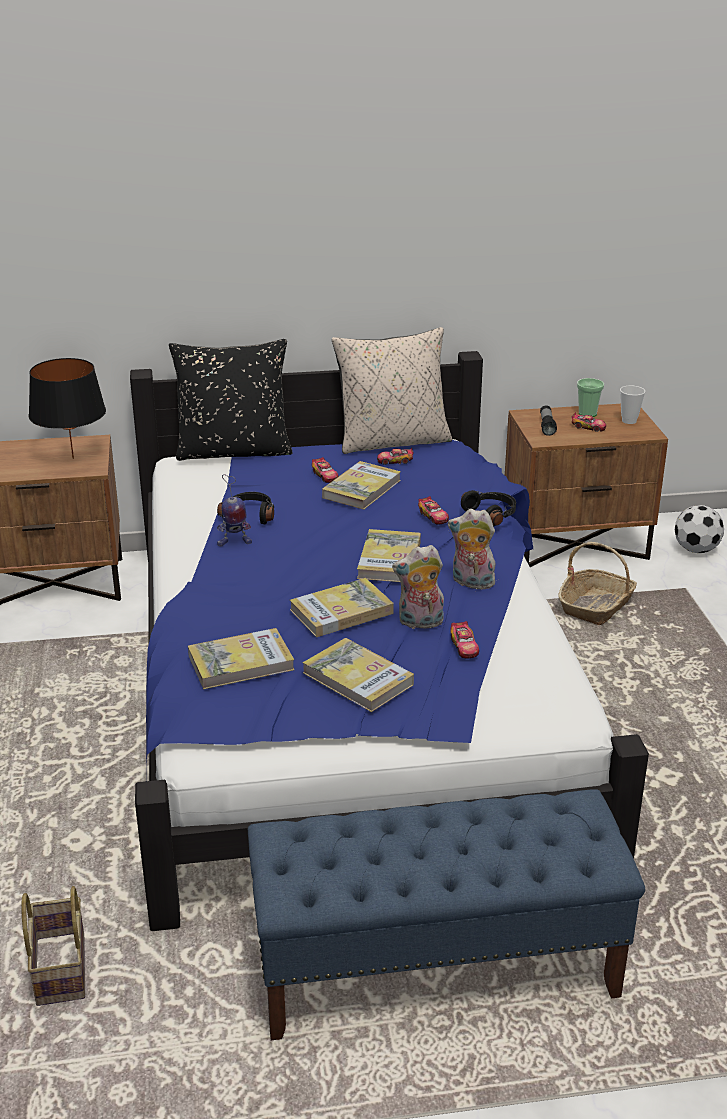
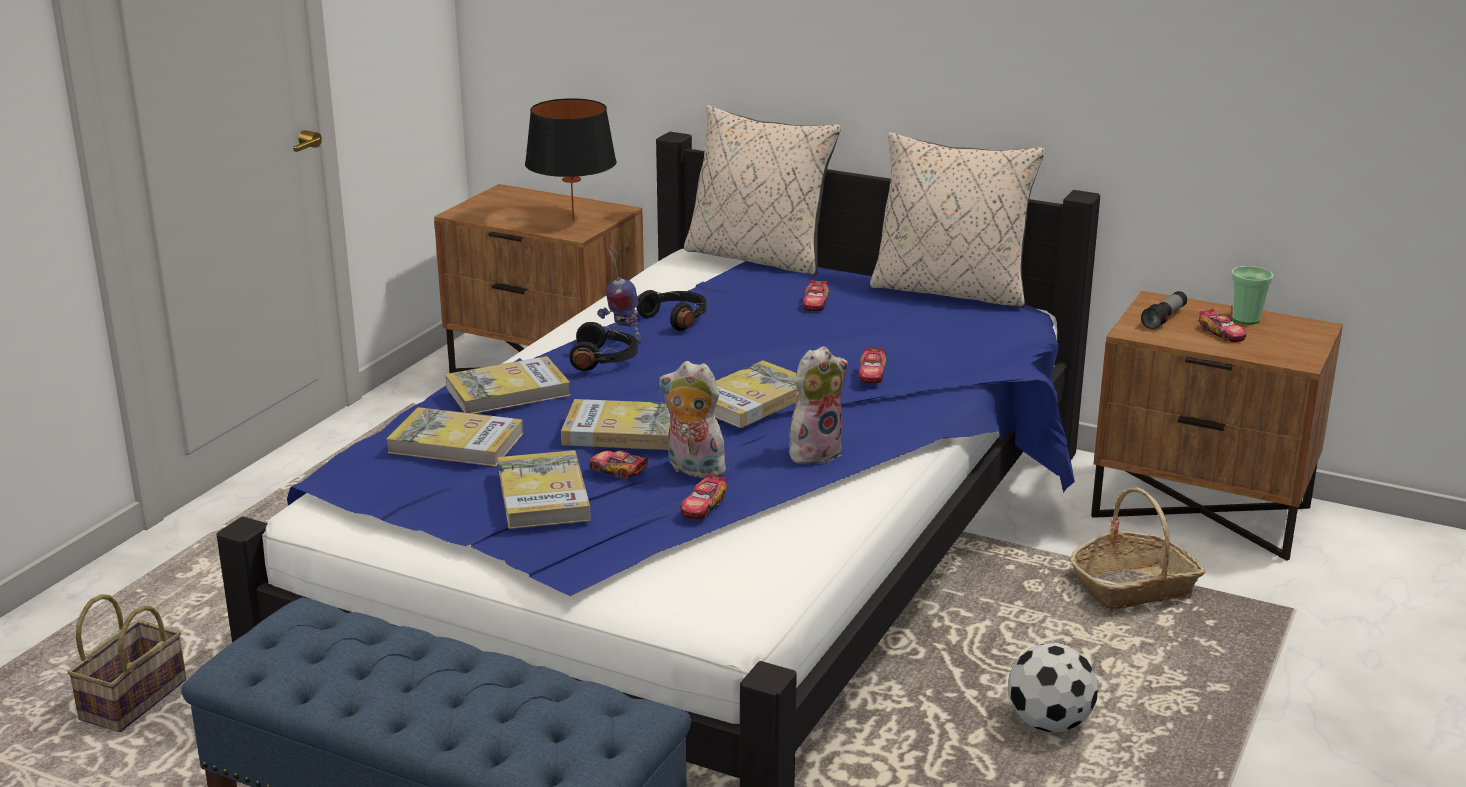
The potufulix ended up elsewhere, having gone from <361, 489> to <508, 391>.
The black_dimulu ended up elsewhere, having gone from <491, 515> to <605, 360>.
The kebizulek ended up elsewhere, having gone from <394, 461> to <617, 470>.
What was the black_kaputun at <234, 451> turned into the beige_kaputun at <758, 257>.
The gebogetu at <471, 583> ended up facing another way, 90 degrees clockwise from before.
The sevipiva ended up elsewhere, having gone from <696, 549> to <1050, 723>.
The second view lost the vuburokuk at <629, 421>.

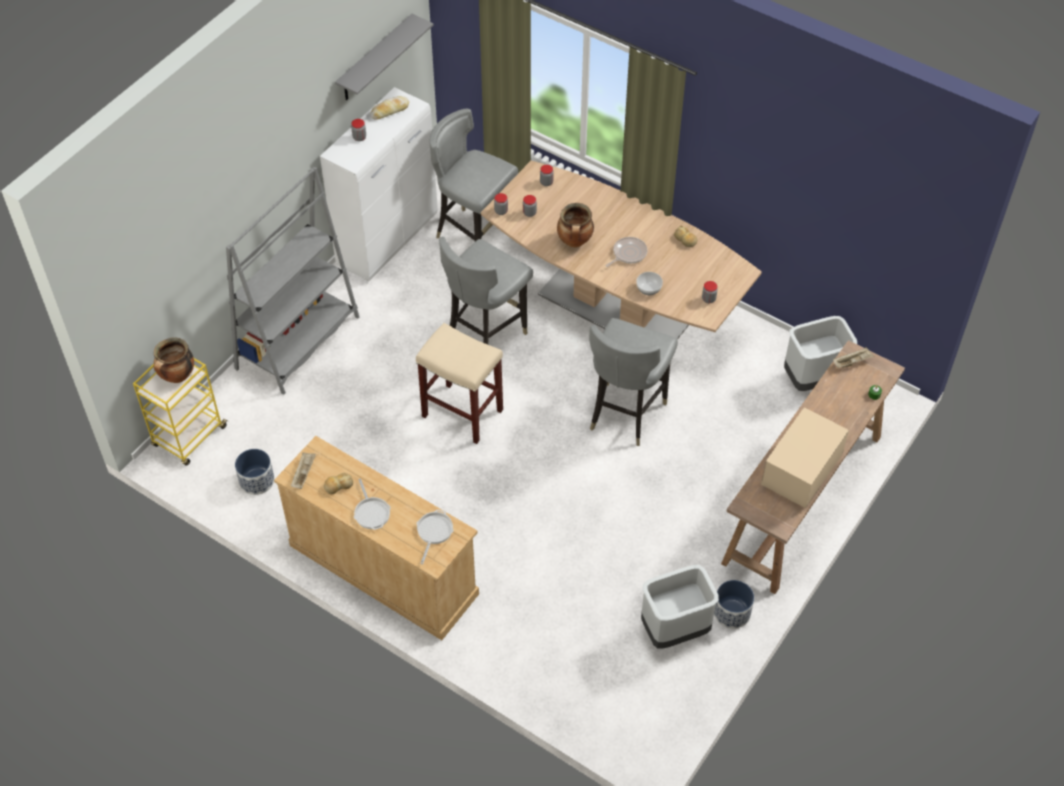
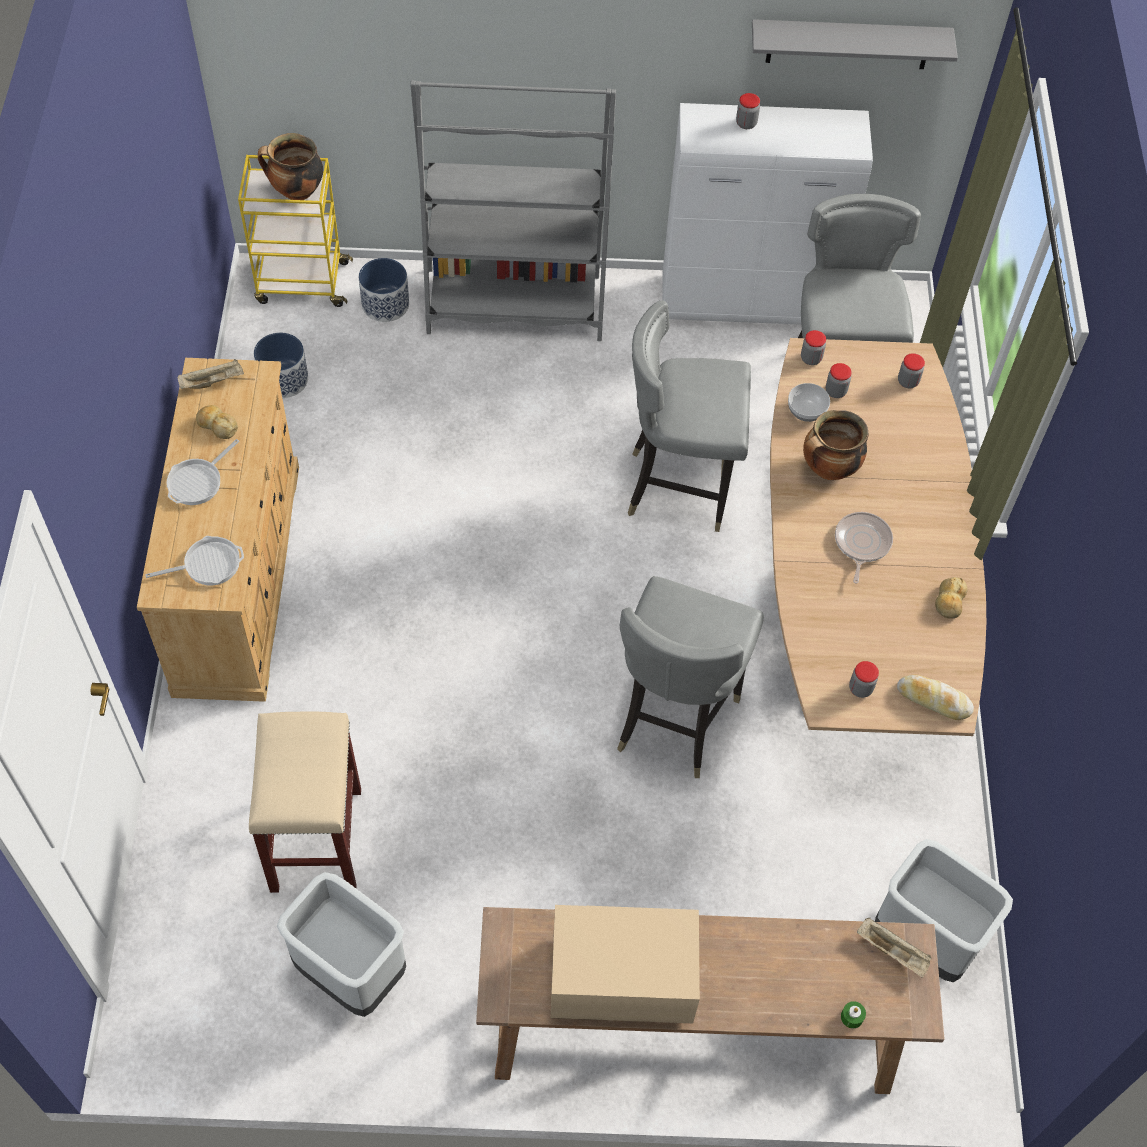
The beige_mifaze ended up elsewhere, having gone from <463, 413> to <317, 841>.
The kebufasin ended up elsewhere, having gone from <731, 612> to <386, 304>.
The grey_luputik at <625, 413> ended up facing another way, 60 degrees counterclockwise from before.
The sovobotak ended up elsewhere, having gone from <649, 289> to <806, 411>.
The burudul at <628, 253> ended up facing another way, 90 degrees counterclockwise from before.
The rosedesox ended up elsewhere, having gone from <390, 111> to <933, 700>.

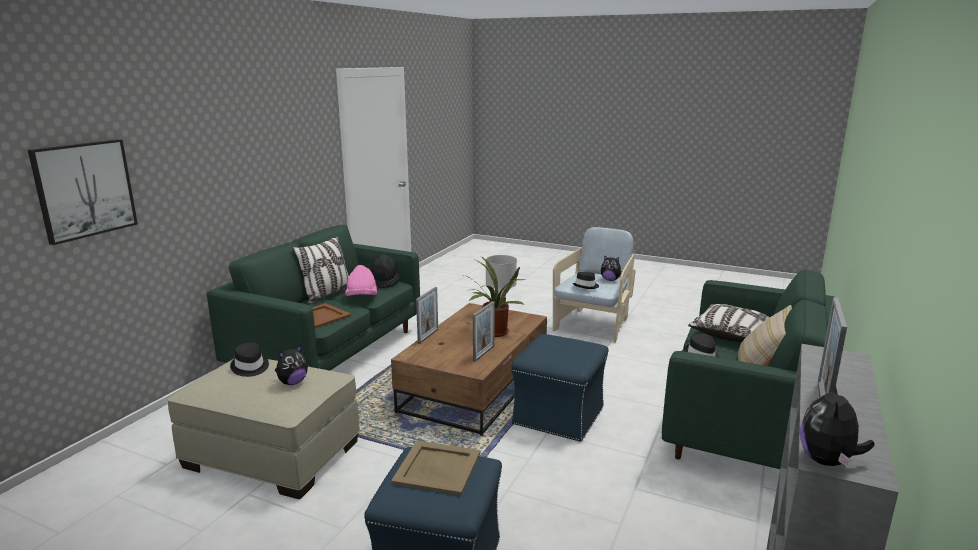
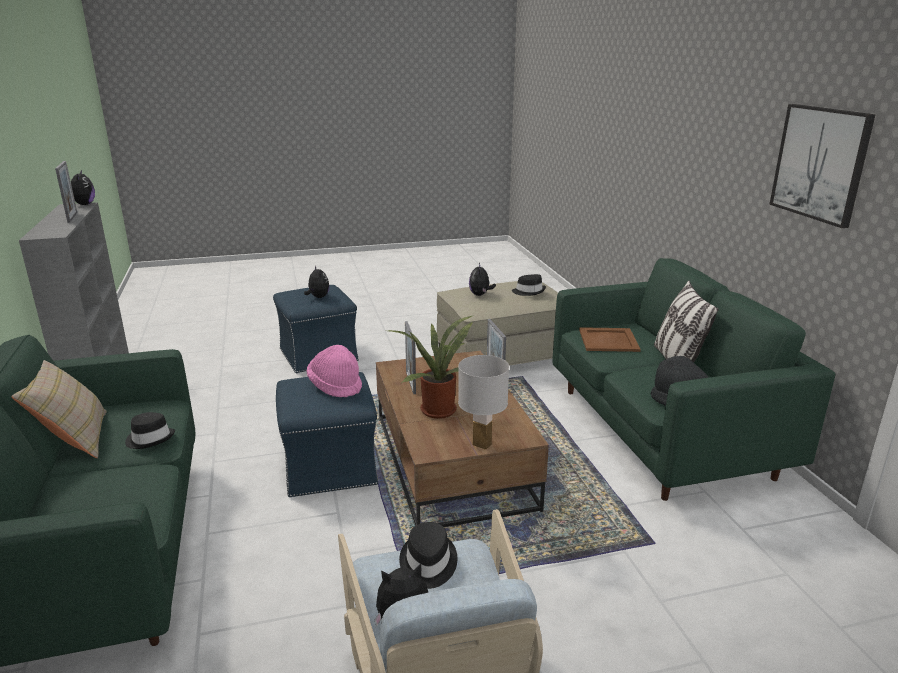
Where the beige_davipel stood at <438, 468>, the gebogetu came to stand at <318, 297>.
The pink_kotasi ended up elsewhere, having gone from <362, 298> to <335, 386>.
The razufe ended up elsewhere, having gone from <84, 189> to <820, 163>.
The second view lost the kaputun at <730, 333>.

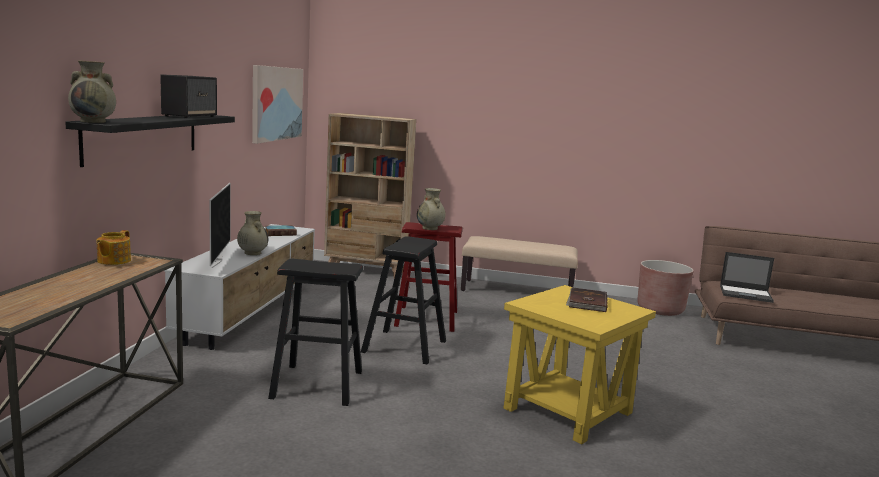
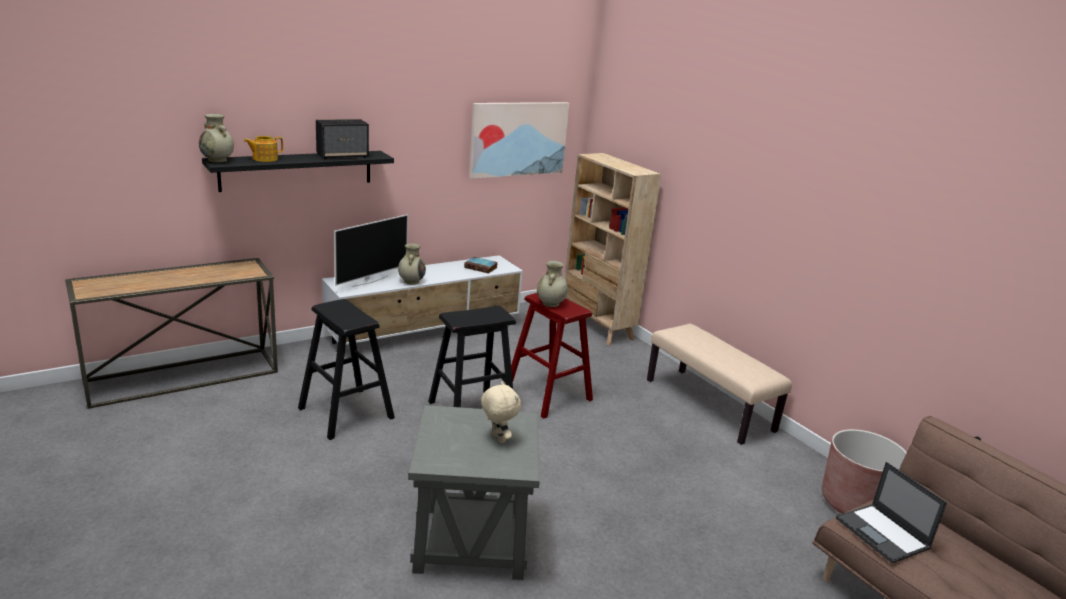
The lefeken ended up elsewhere, having gone from <113, 261> to <264, 159>.
What was the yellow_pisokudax at <568, 411> turned into the grey_pisokudax at <470, 541>.
Where the brown_potufulix stood at <586, 302>, the beige_gebogetu came to stand at <497, 439>.

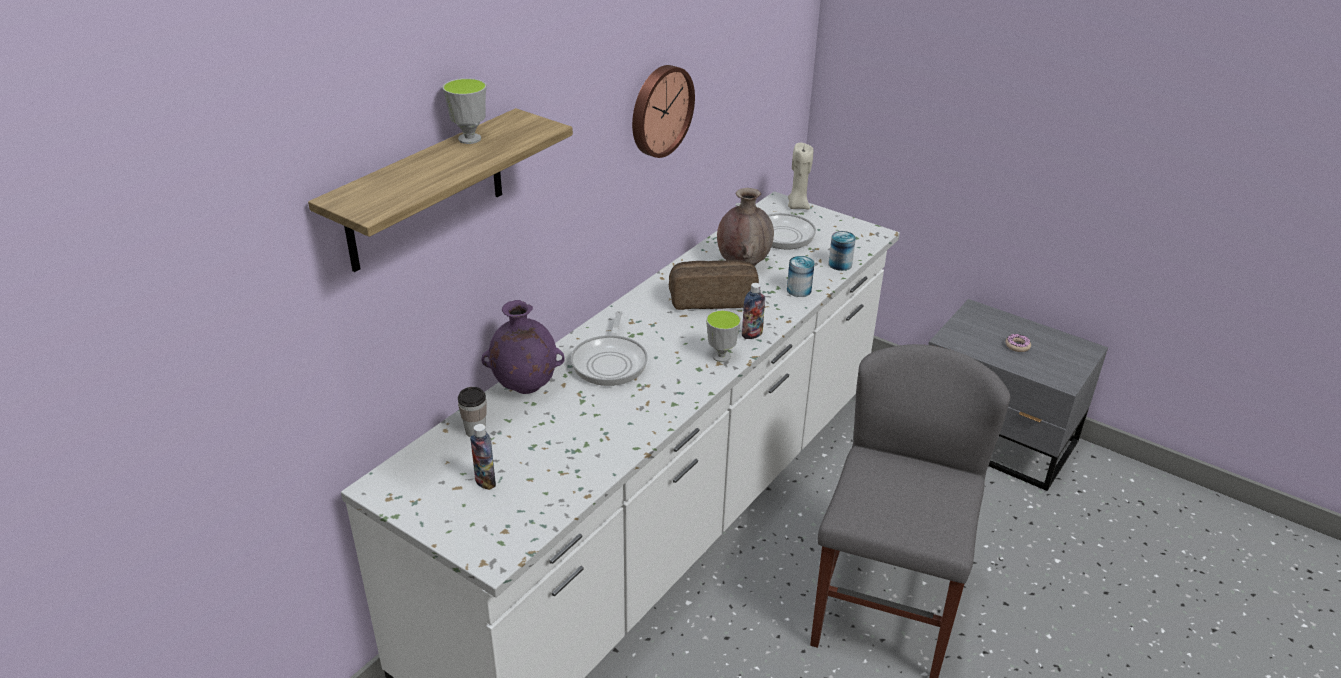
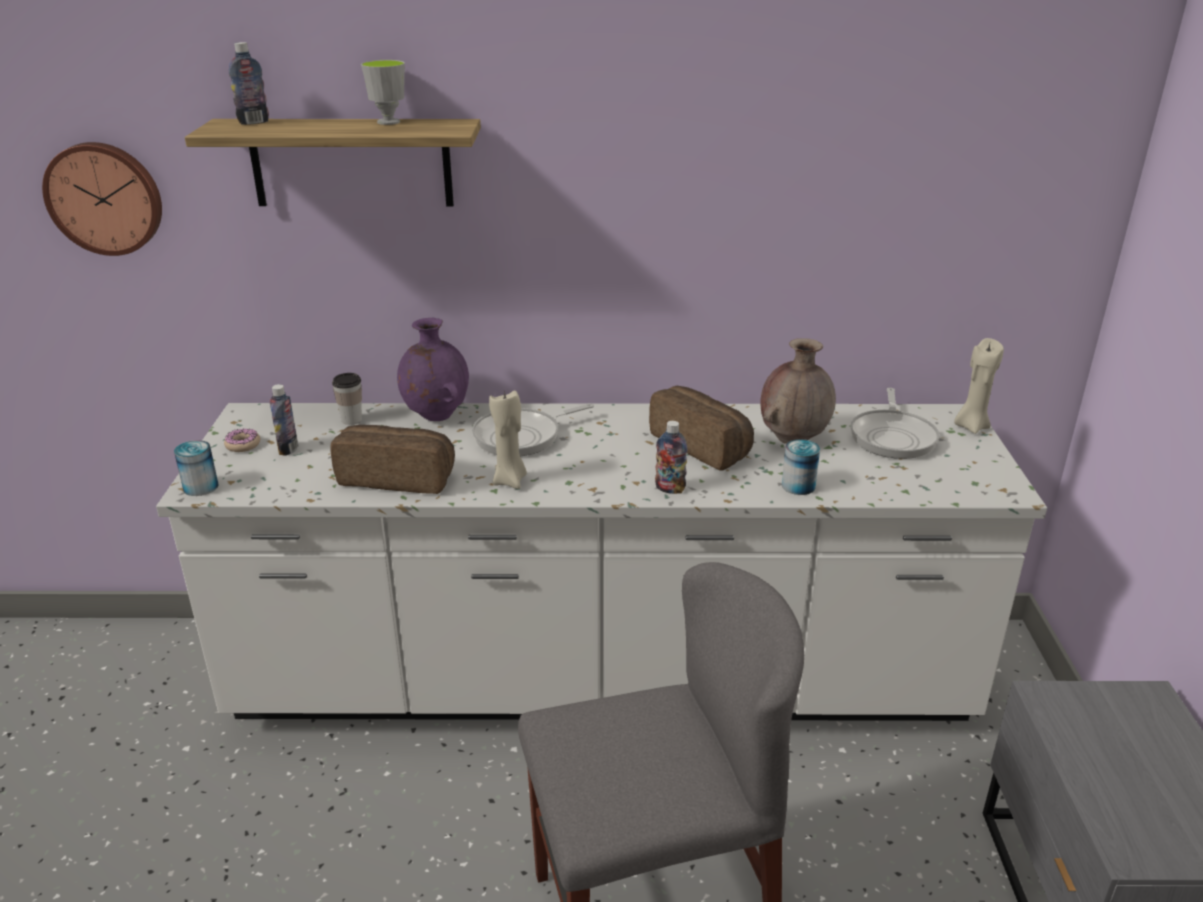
The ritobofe ended up elsewhere, having gone from <659, 110> to <105, 198>.
The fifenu ended up elsewhere, having gone from <840, 264> to <200, 487>.
The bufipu ended up elsewhere, having gone from <1017, 346> to <243, 445>.
The second view gained the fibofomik at <253, 122>.
The second view gained the rosedesox at <397, 477>.
The second view gained the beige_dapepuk at <510, 480>.
The second view lost the vuburokuk at <721, 356>.

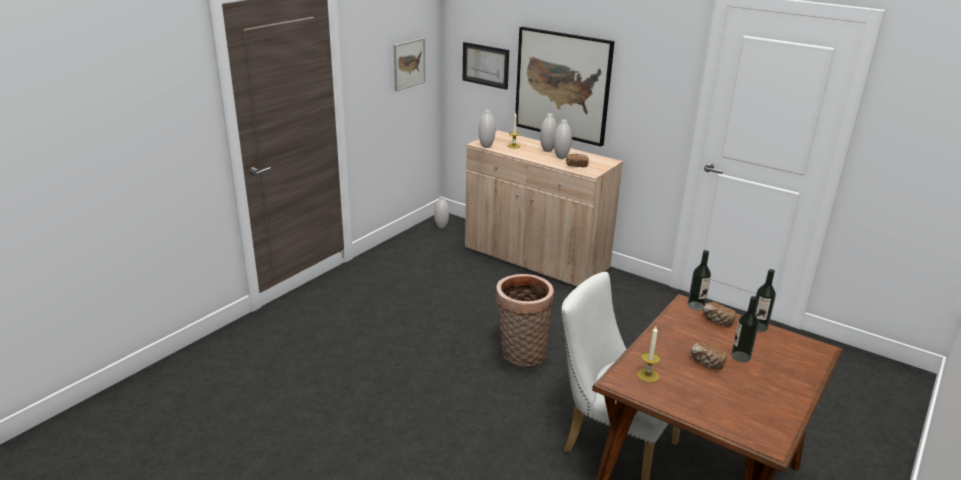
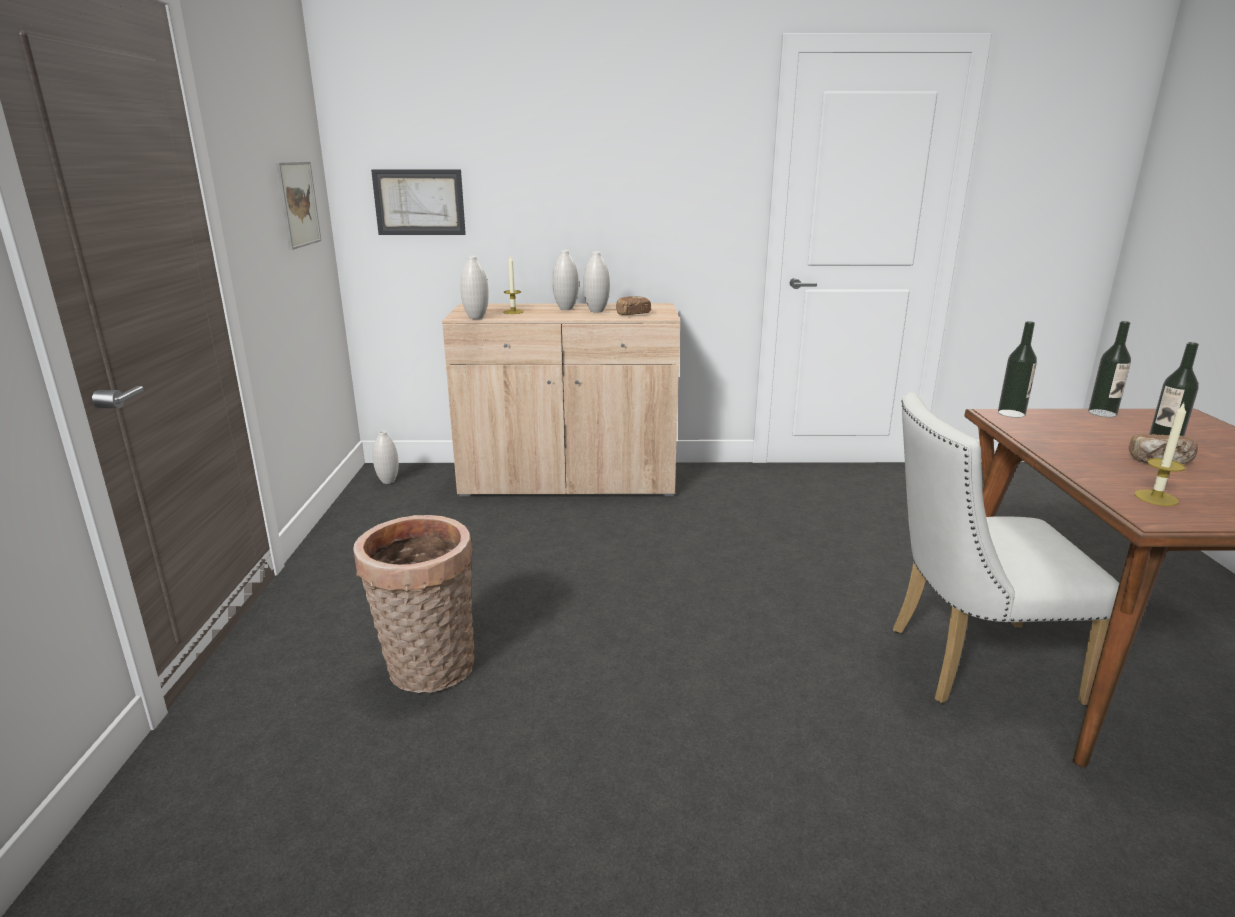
The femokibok ended up elsewhere, having gone from <521, 354> to <428, 671>.
The second view lost the razufe at <562, 85>.
The second view lost the rosedesox at <717, 321>.

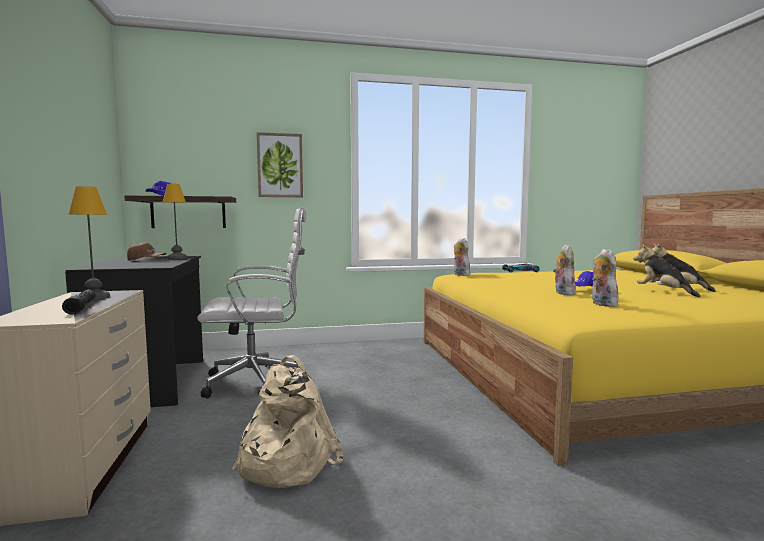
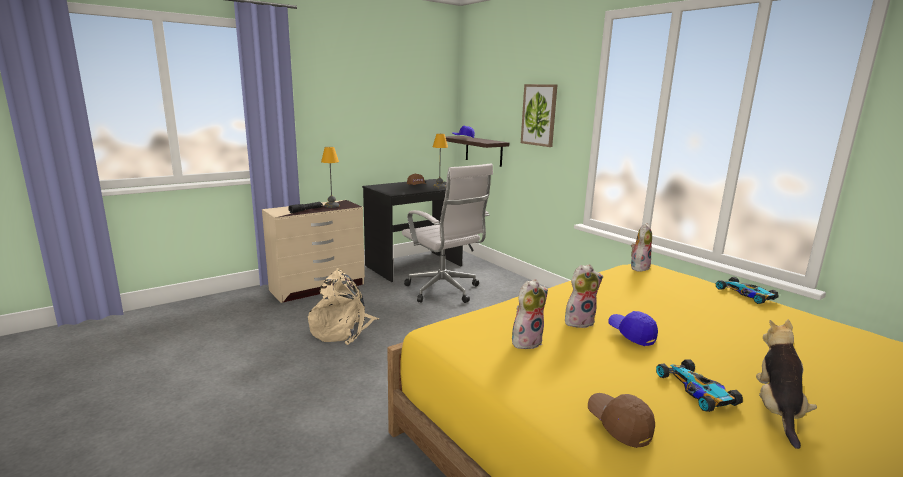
The second view gained the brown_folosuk at <618, 425>.
Where the gebogetu stood at <663, 292>, the kebizulek came to stand at <697, 391>.

